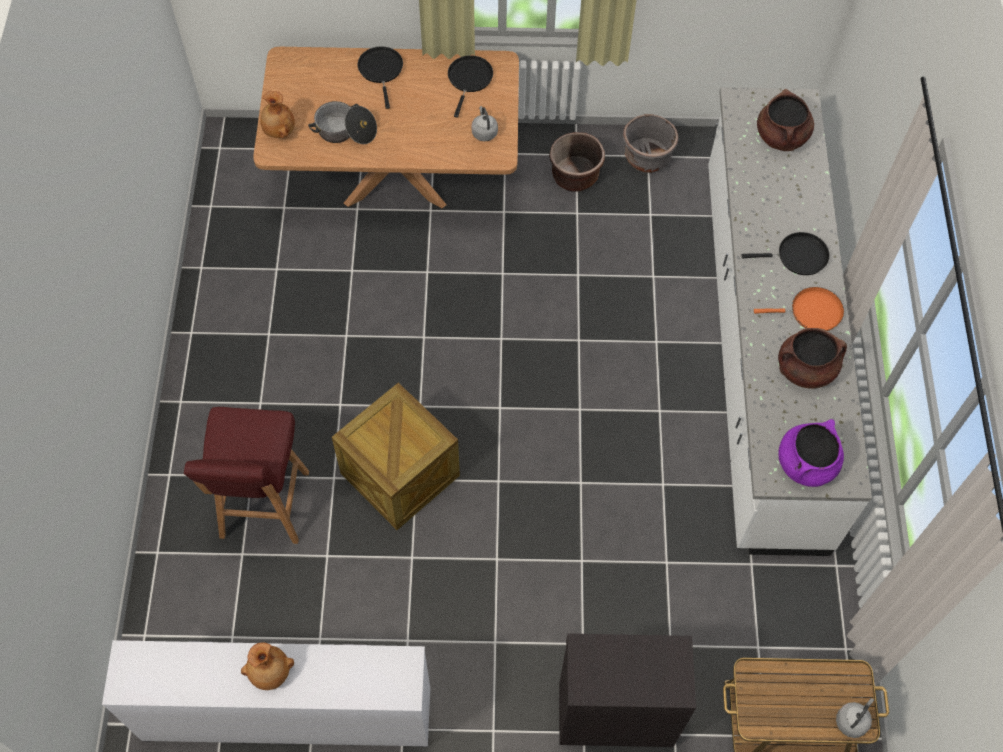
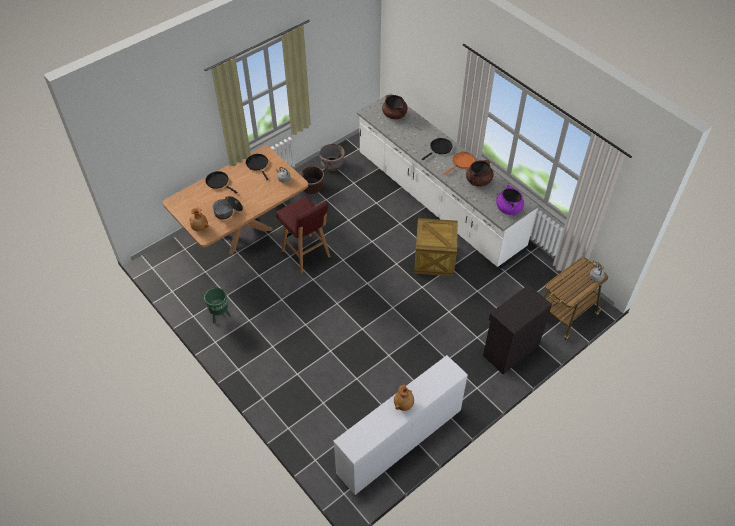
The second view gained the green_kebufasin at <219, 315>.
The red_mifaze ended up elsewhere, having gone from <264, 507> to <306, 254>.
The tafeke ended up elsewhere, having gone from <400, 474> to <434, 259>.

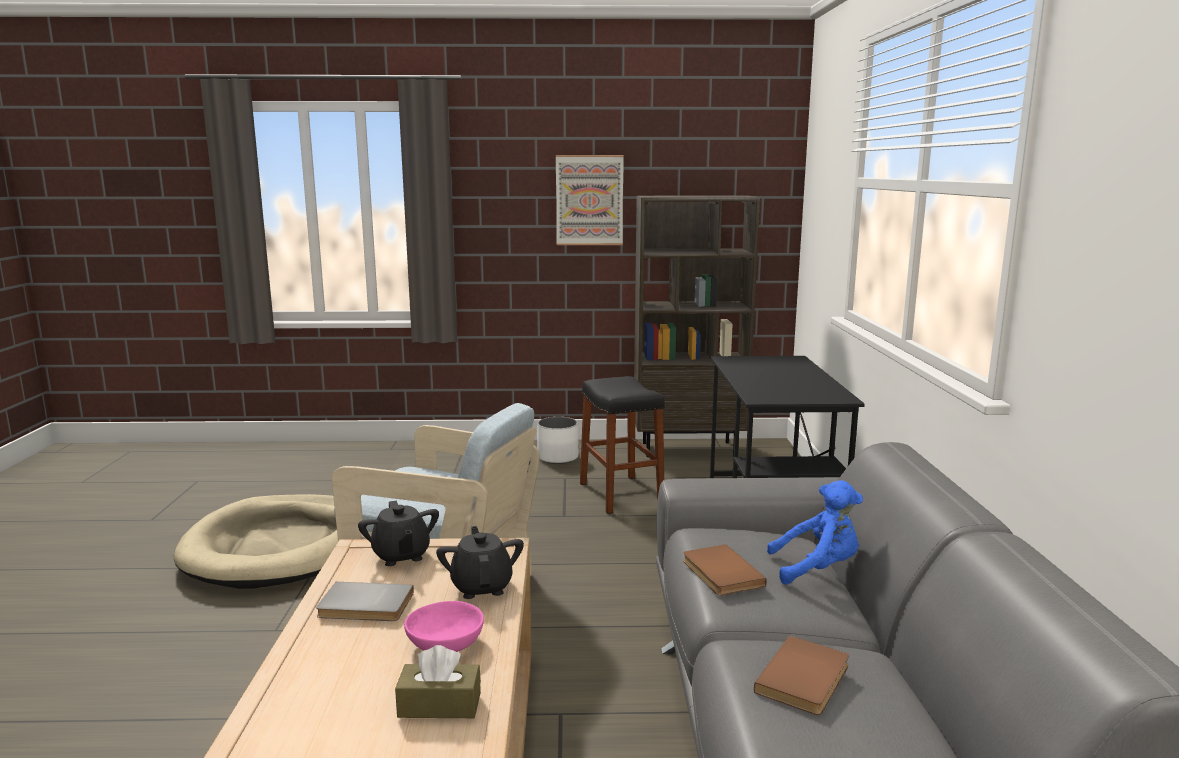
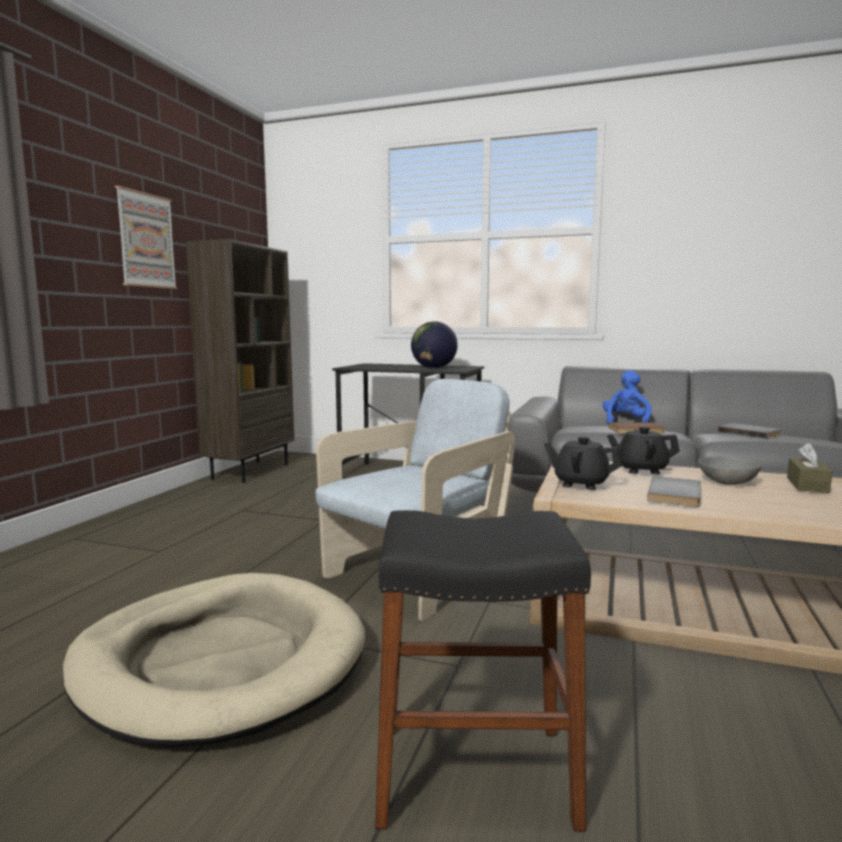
The black_mifaze ended up elsewhere, having gone from <620, 494> to <474, 773>.
The second view gained the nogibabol at <433, 368>.
The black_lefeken at <401, 556> ended up facing another way, 150 degrees counterclockwise from before.
What was the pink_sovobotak at <446, 644> turned into the grey_sovobotak at <726, 482>.
What was the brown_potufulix at <806, 679> turned into the grey_potufulix at <749, 433>.
The second view lost the white_kebufasin at <558, 458>.

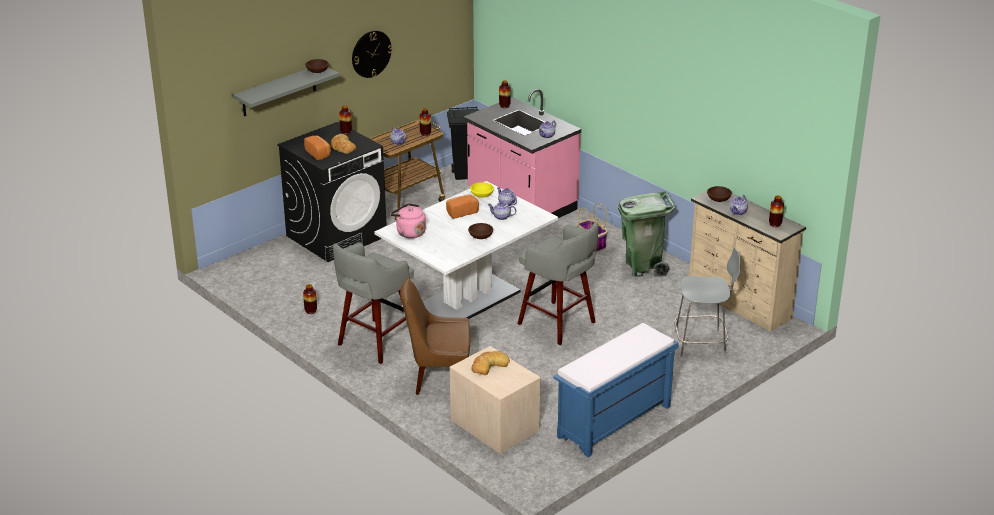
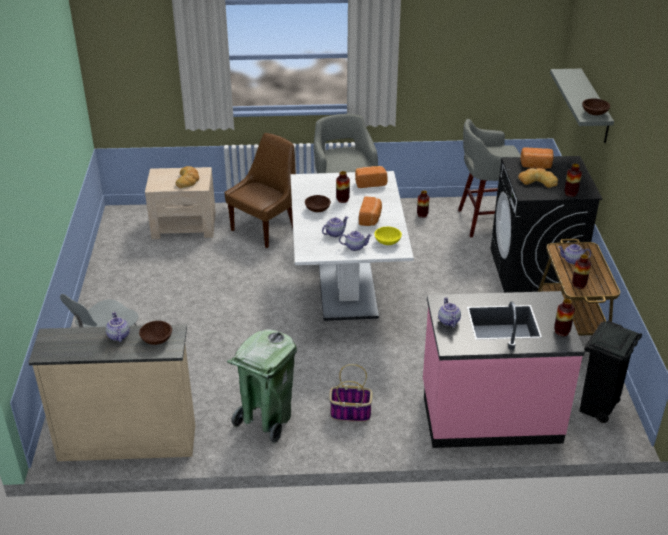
The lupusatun ended up elsewhere, having gone from <775, 224> to <342, 200>.
Where the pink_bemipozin stood at <409, 232>, the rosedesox came to stand at <370, 183>.
The grey_mifaze ended up elsewhere, having gone from <558, 324> to <485, 221>.
The second view lost the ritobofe at <371, 53>.
The second view lost the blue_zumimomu at <613, 422>.

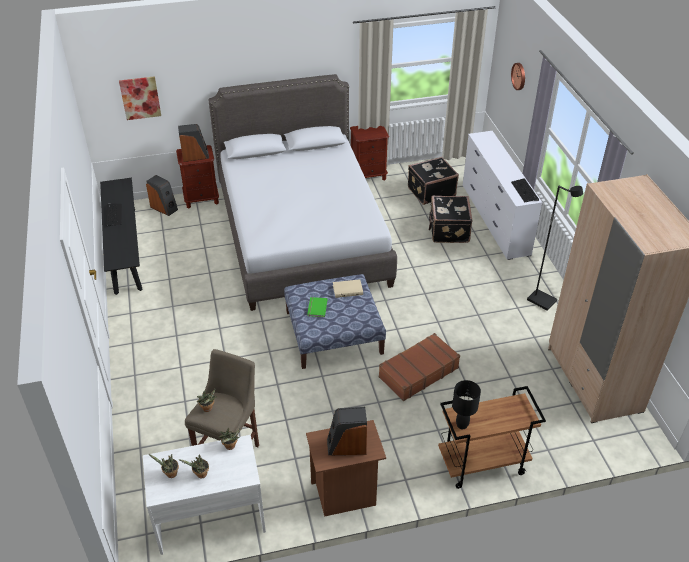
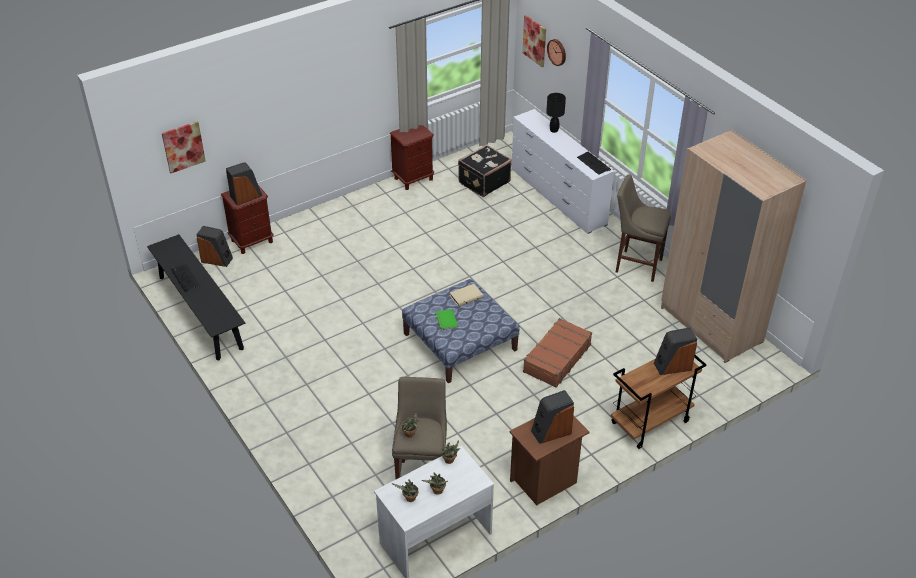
The second view gained the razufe at <535, 40>.
The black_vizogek ended up elsewhere, having gone from <461, 425> to <553, 130>.
Where the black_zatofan stood at <542, 300>, the beige_mifaze came to stand at <636, 265>.
The second view gained the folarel at <672, 366>.
The second view lost the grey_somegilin at <301, 234>.
The second view lost the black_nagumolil at <448, 230>.

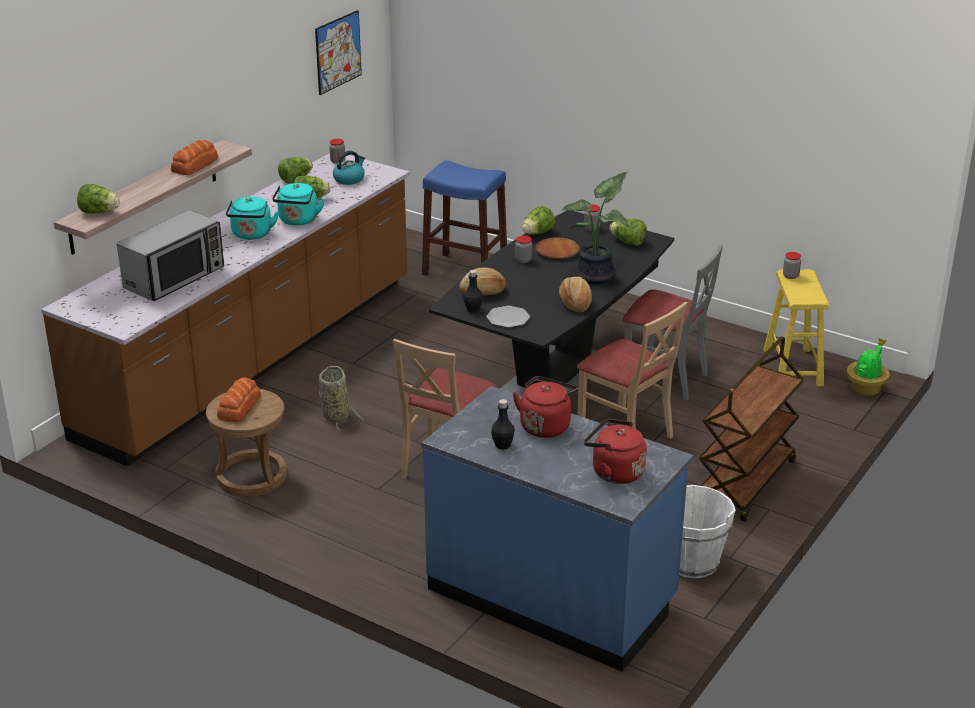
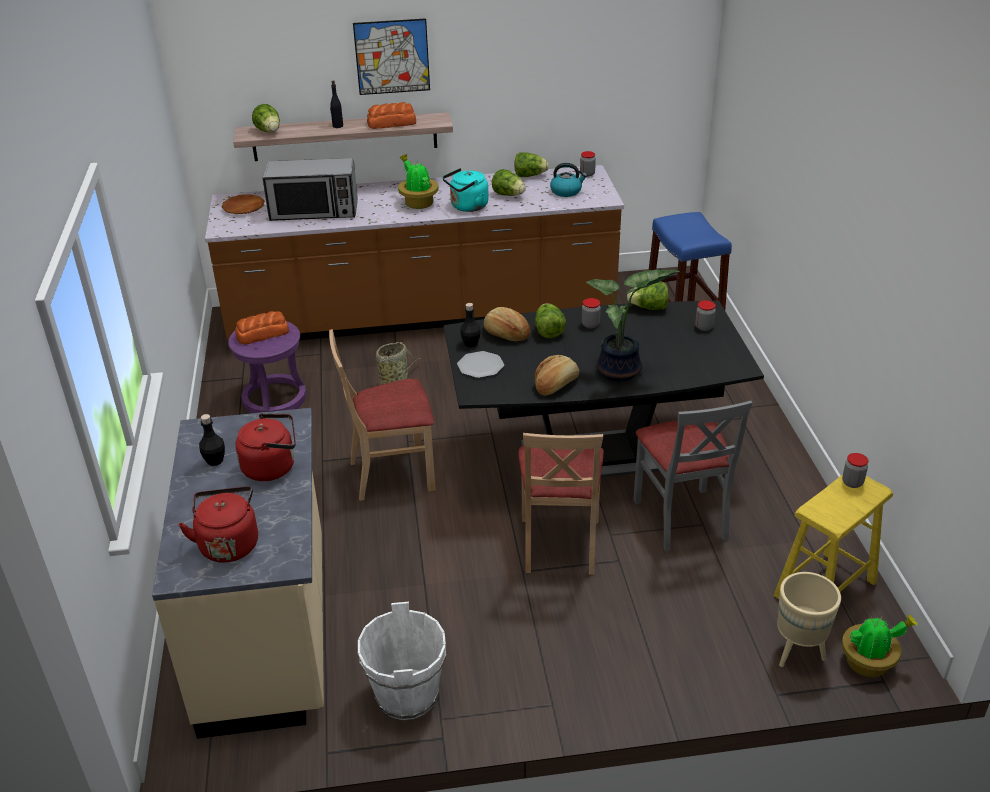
What was the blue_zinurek at <552, 596> turned into the beige_zinurek at <269, 633>.
The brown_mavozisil ended up elsewhere, having gone from <557, 251> to <243, 207>.
What was the brown_mifaze at <251, 476> turned into the purple_mifaze at <274, 398>.
The second view gained the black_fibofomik at <337, 126>.
The razufe ended up elsewhere, having gone from <338, 52> to <392, 57>.
Where the turquoise_bemipozin stood at <251, 235>, the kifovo came to stand at <418, 203>.
The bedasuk ended up elsewhere, having gone from <628, 242> to <548, 331>.
The second view gained the beige_kebufasin at <798, 652>.
The second view lost the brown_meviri at <746, 484>.

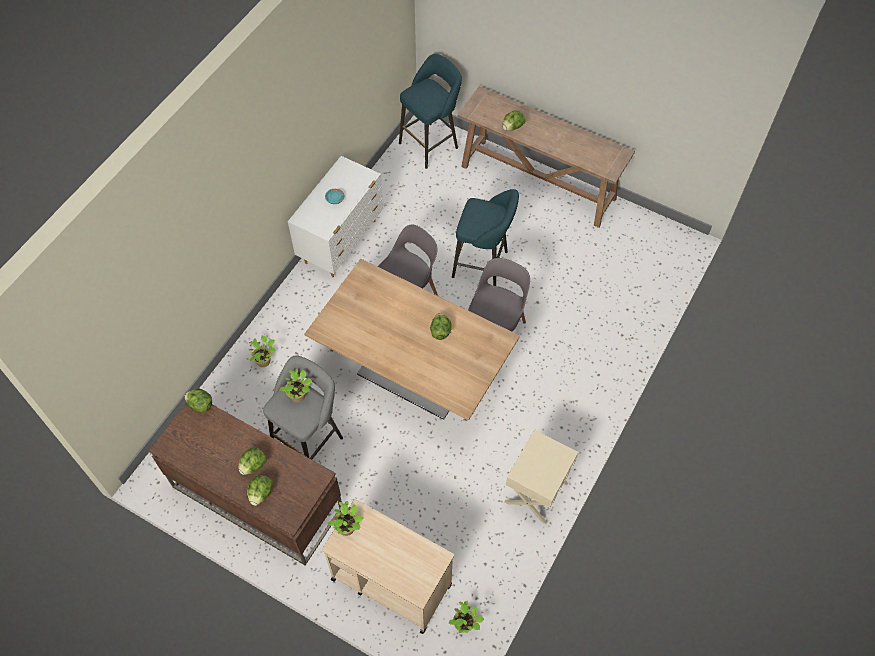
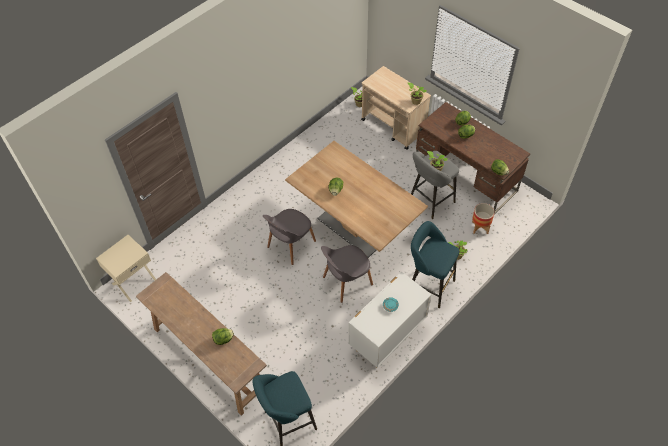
The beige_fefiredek ended up elsewhere, having gone from <537, 493> to <134, 281>.
The turquoise_mifaze ended up elsewhere, having gone from <483, 265> to <428, 285>.
The second view gained the kebufasin at <480, 227>.

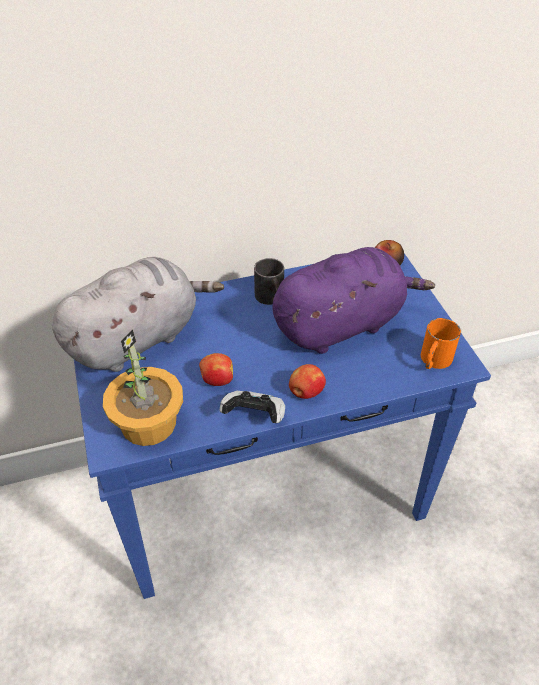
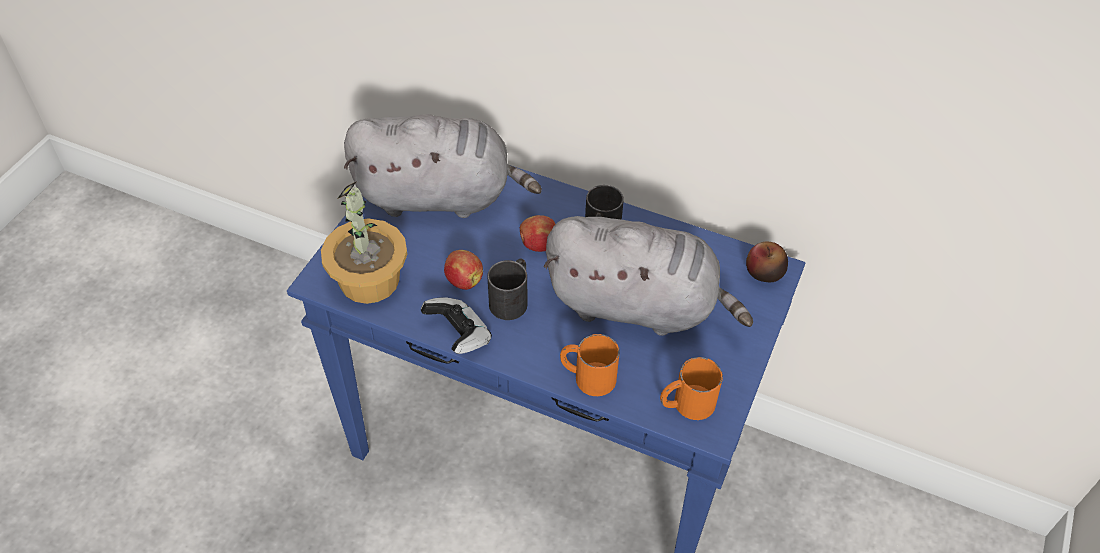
The second view gained the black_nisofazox at <512, 298>.
The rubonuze ended up elsewhere, having gone from <305, 392> to <538, 245>.
What was the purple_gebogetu at <342, 324> turned into the grey_gebogetu at <638, 305>.
The second view gained the orange_nisofazox at <587, 376>.

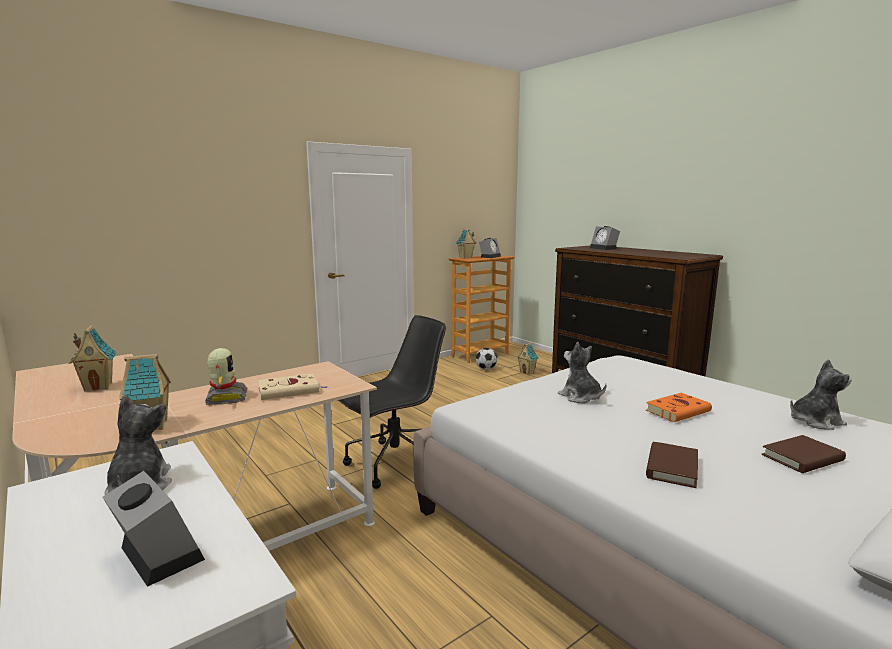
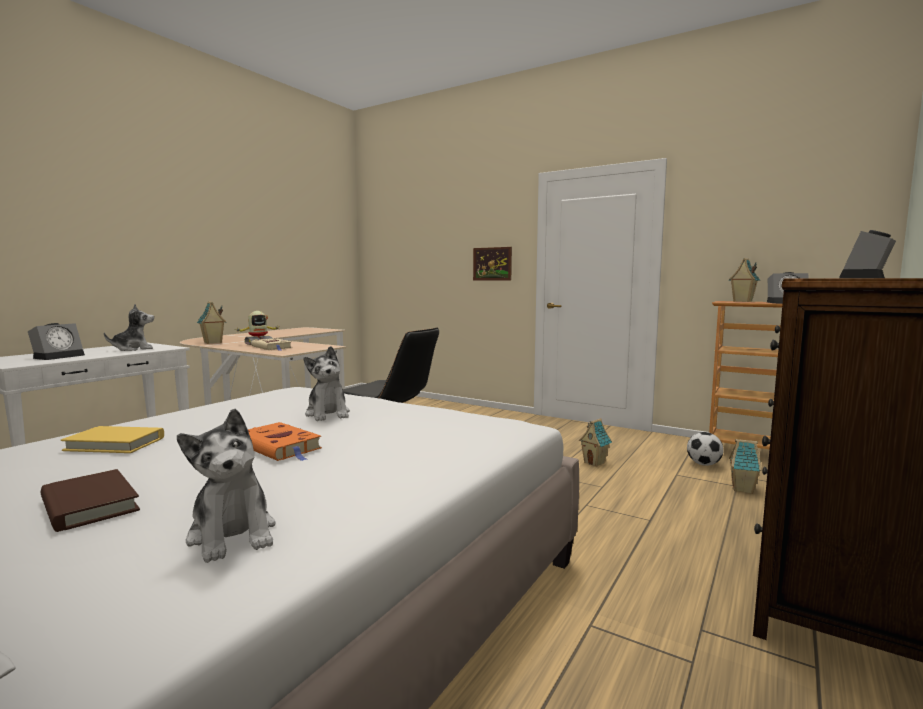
What was the brown_potufulix at <672, 467> turned into the yellow_potufulix at <115, 444>.
The gebogetu at <580, 397> ended up facing another way, 120 degrees clockwise from before.
The second view gained the razufe at <492, 264>.
The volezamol ended up elsewhere, having gone from <98, 386> to <595, 462>.

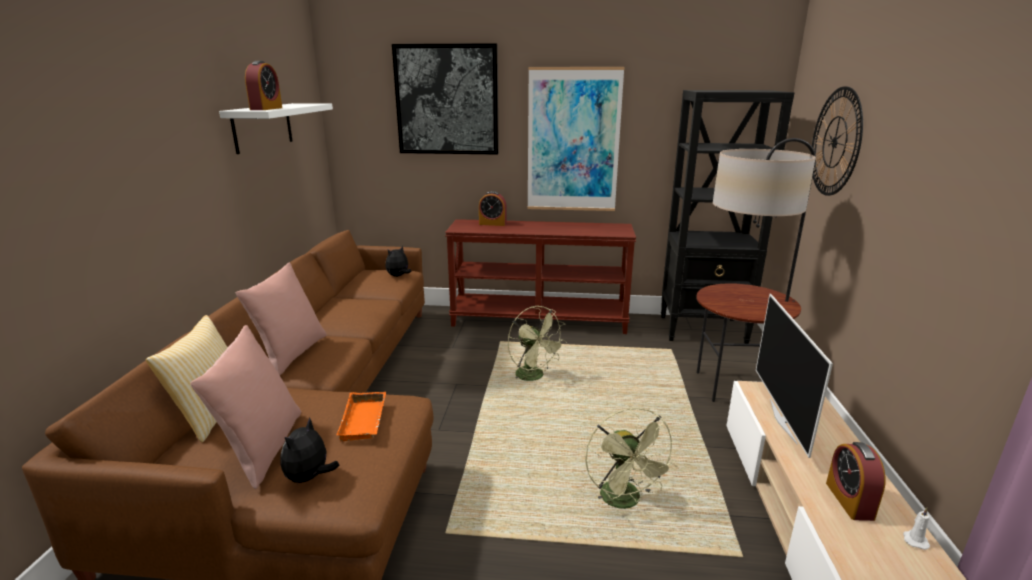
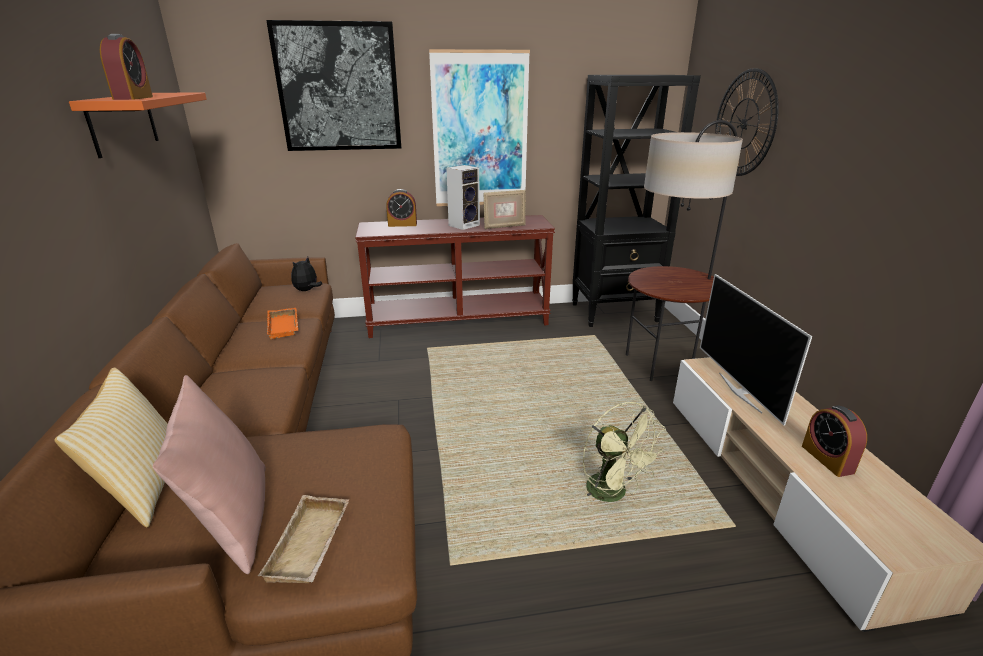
What was the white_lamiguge at <263, 127> turned into the orange_lamiguge at <123, 122>.
Where the gebogetu stood at <309, 478>, the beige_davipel came to stand at <311, 545>.
The orange_davipel ended up elsewhere, having gone from <365, 421> to <285, 327>.
The second view gained the folarel at <464, 225>.
The second view gained the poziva at <504, 226>.
The second view lost the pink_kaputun at <291, 354>.
The second view lost the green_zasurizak at <534, 377>.
The second view lost the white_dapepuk at <915, 540>.

